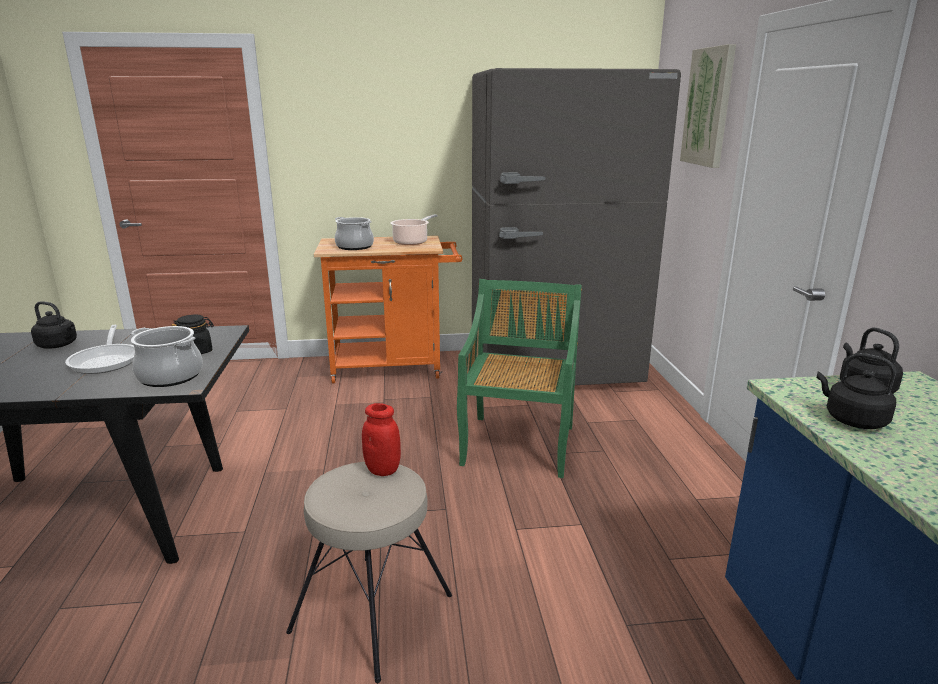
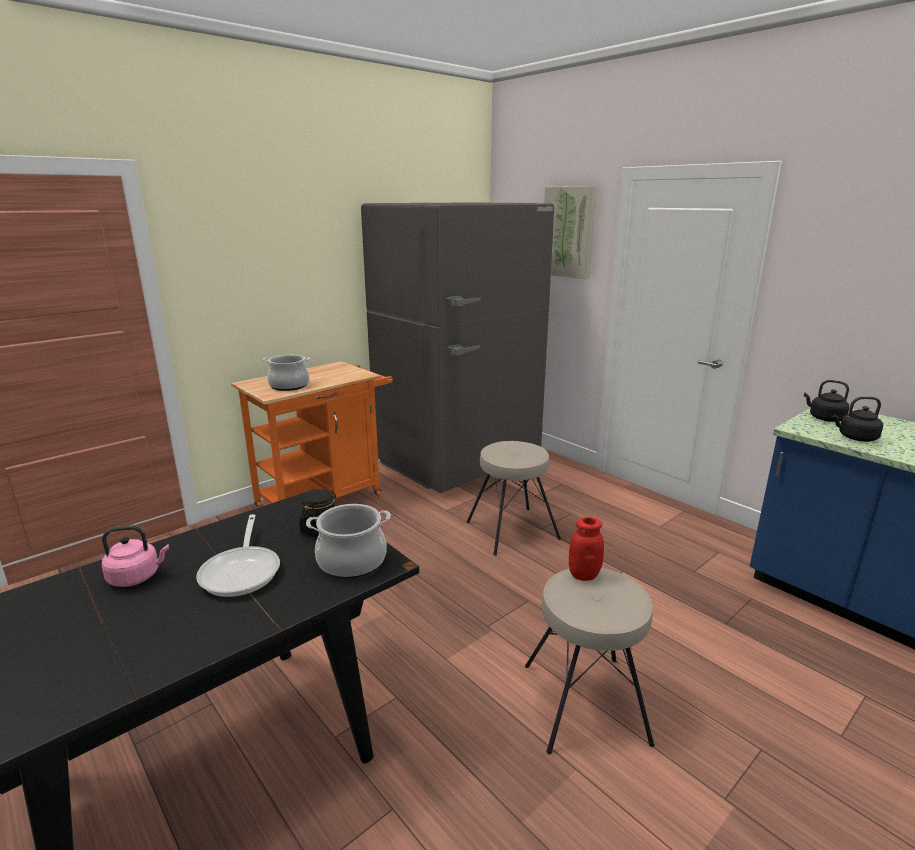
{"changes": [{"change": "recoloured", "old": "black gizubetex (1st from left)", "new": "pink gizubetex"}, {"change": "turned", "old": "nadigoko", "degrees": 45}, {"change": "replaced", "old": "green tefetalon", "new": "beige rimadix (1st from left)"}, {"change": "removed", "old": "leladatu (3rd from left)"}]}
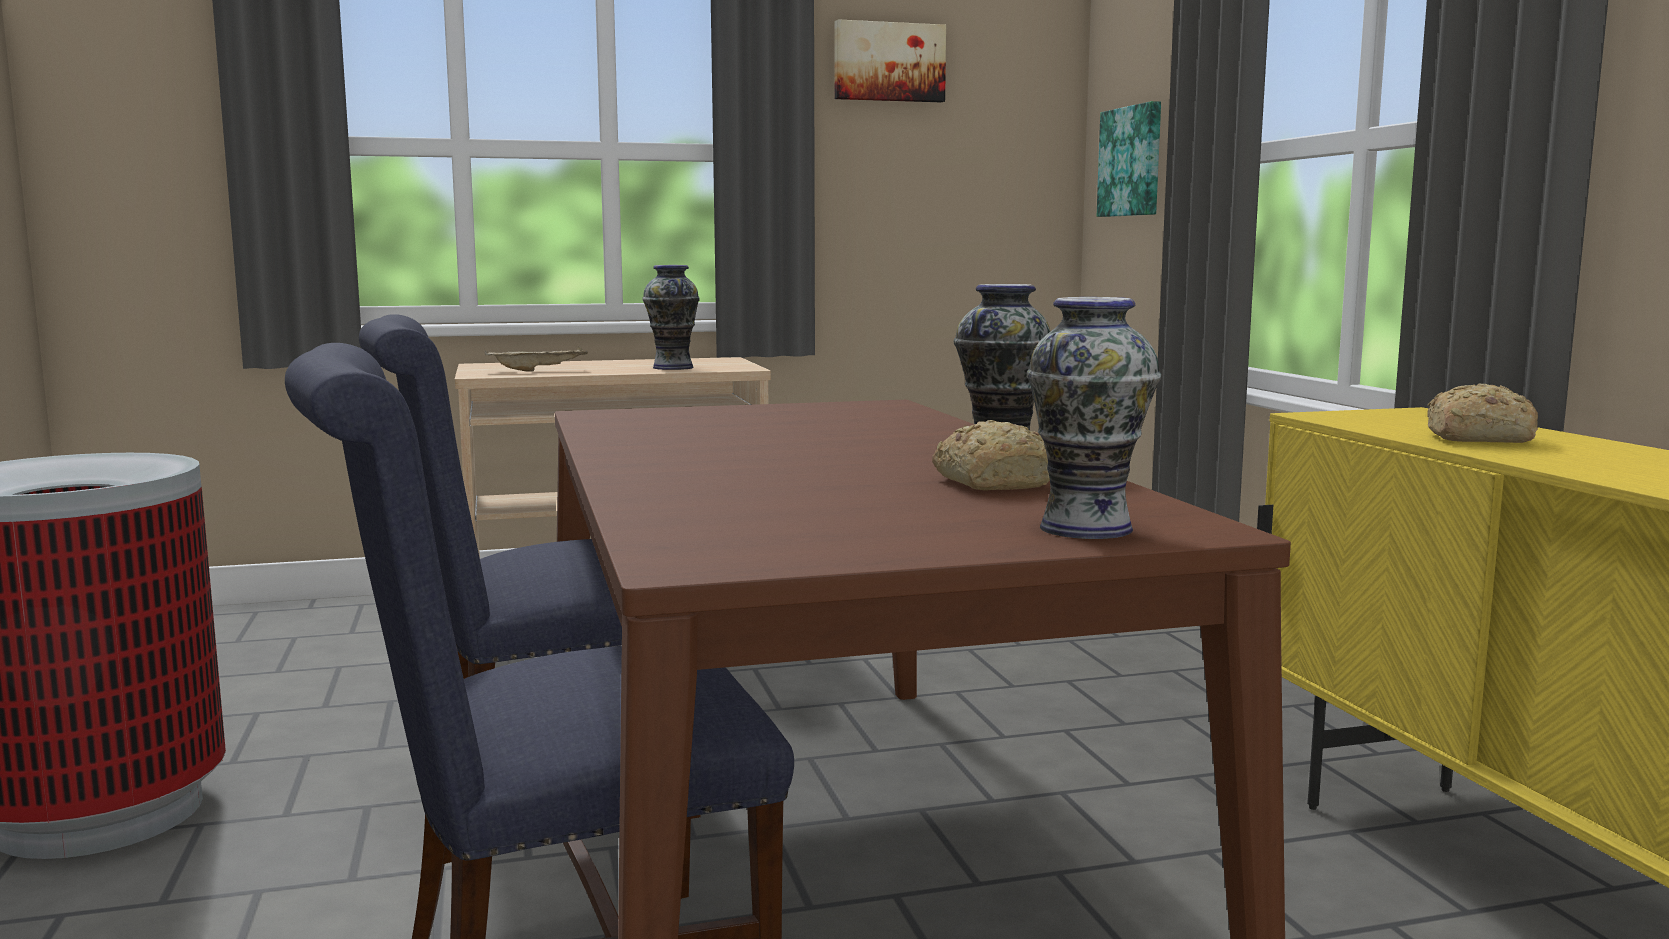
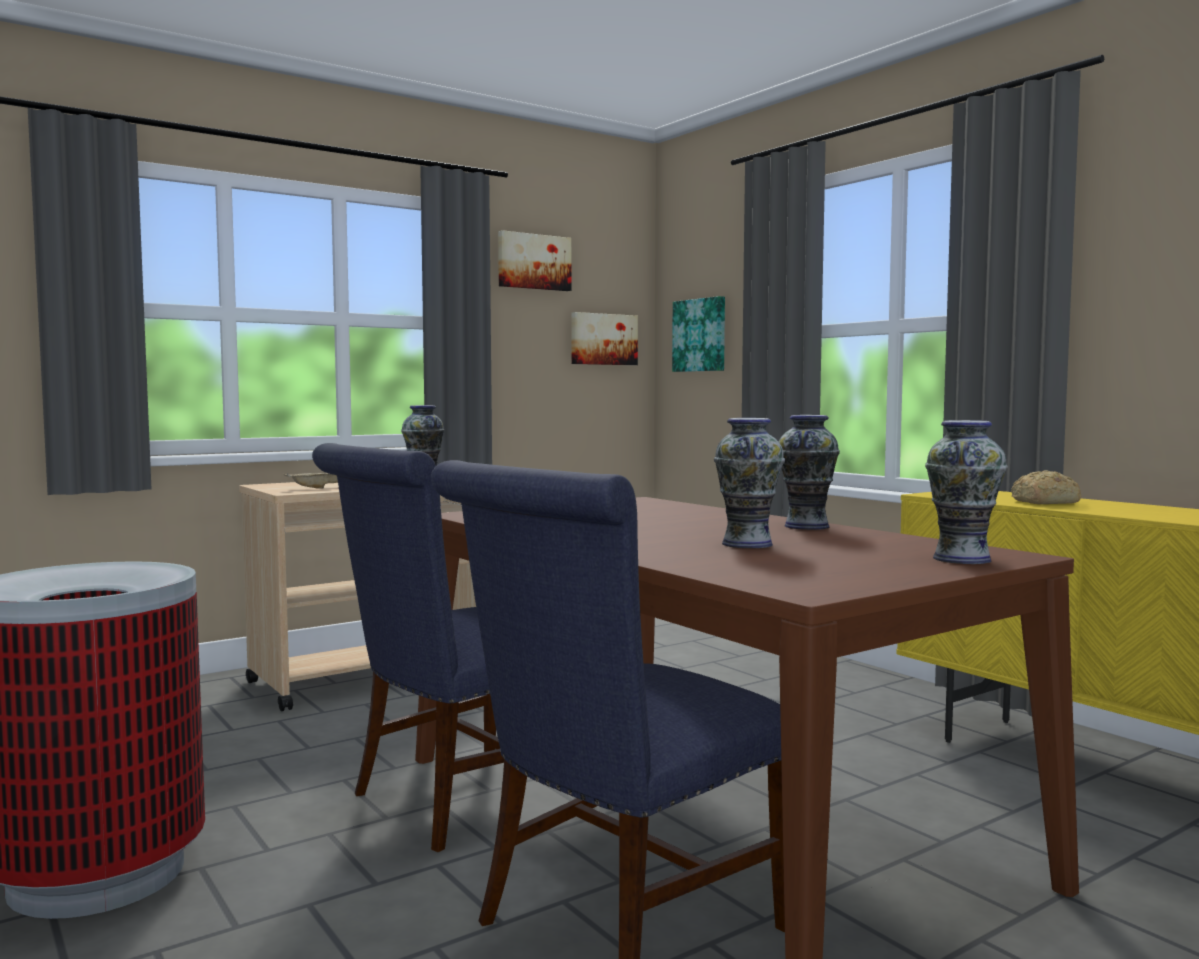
{"changes": [{"change": "added", "new": "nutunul (2nd from left)"}, {"change": "added", "new": "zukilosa (2nd from left)"}, {"change": "removed", "old": "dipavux (1st from left)"}]}
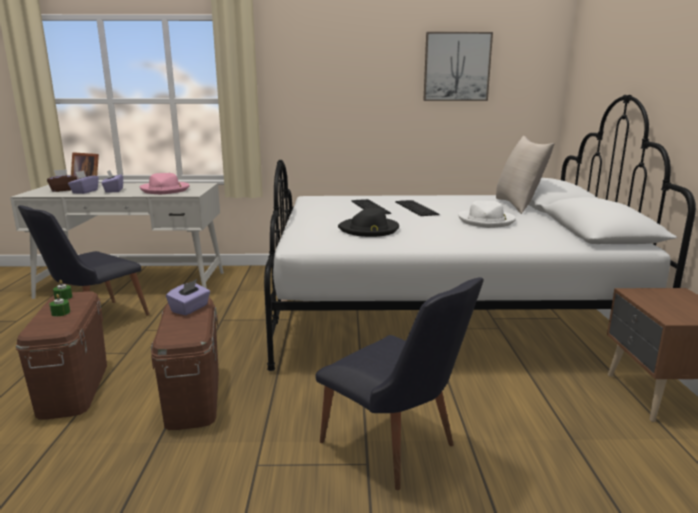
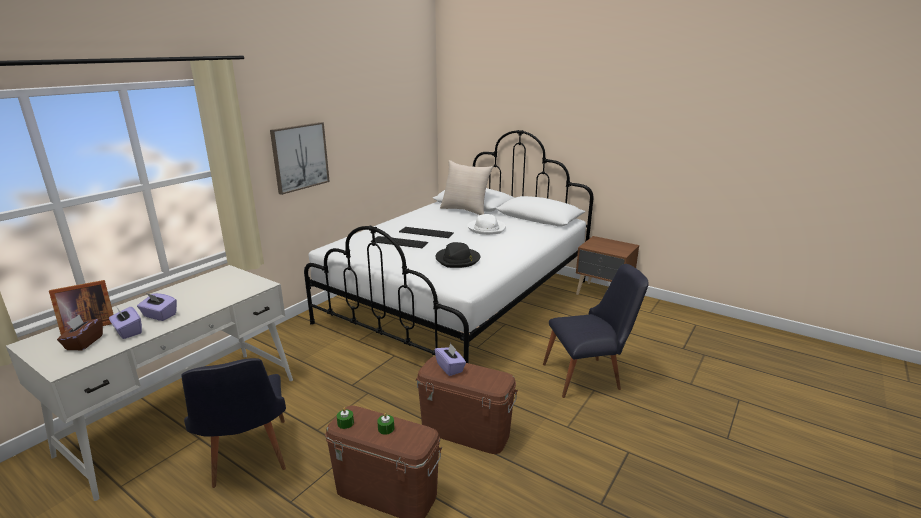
{"changes": [{"change": "moved", "old": "nutunul"}, {"change": "removed", "old": "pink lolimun"}]}
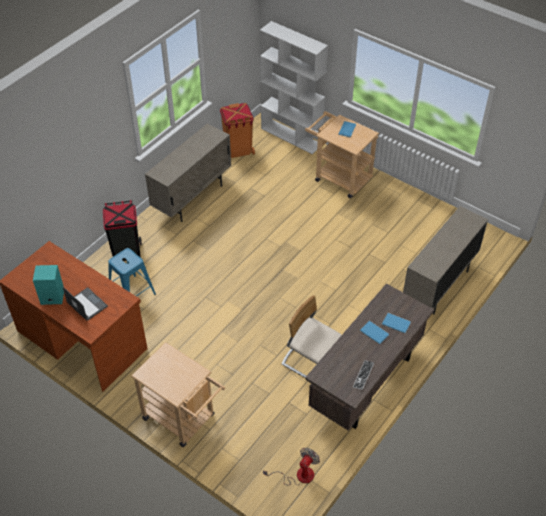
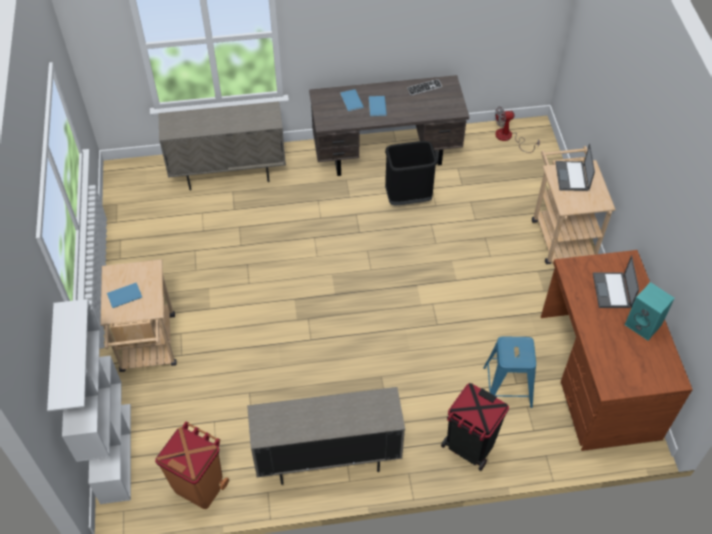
{"changes": [{"change": "replaced", "old": "beige tefetalon", "new": "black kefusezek (1st from left)"}, {"change": "added", "new": "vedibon (1st from left)"}]}
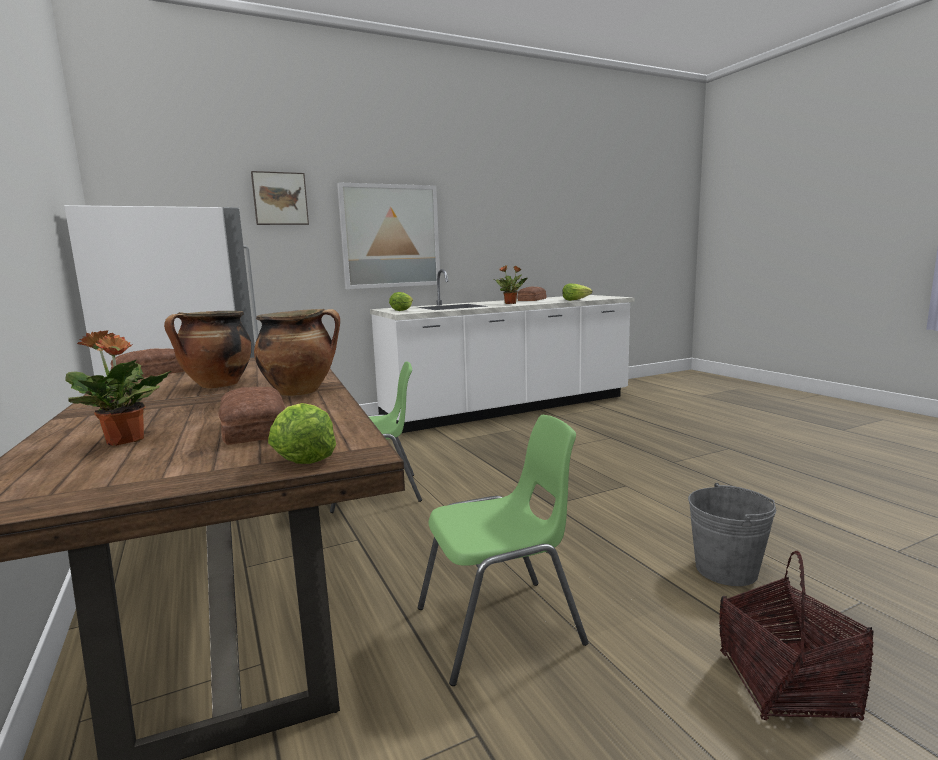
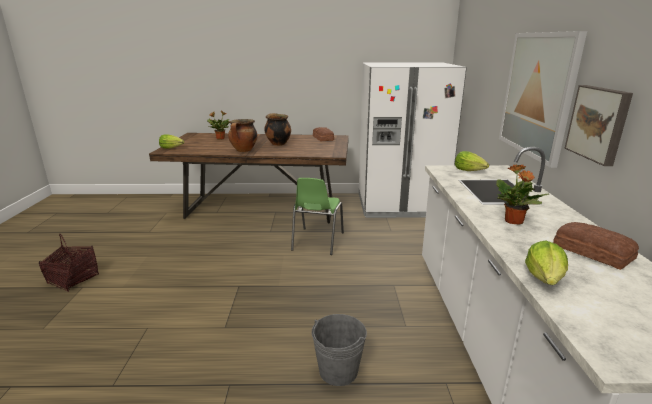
{"changes": [{"change": "moved", "old": "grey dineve"}, {"change": "moved", "old": "nutunul (1st from left in the first image)", "new": "nutunul (2nd from left)"}, {"change": "removed", "old": "dipavux (2nd from left)"}, {"change": "removed", "old": "green tefetalon (2nd from left)"}]}
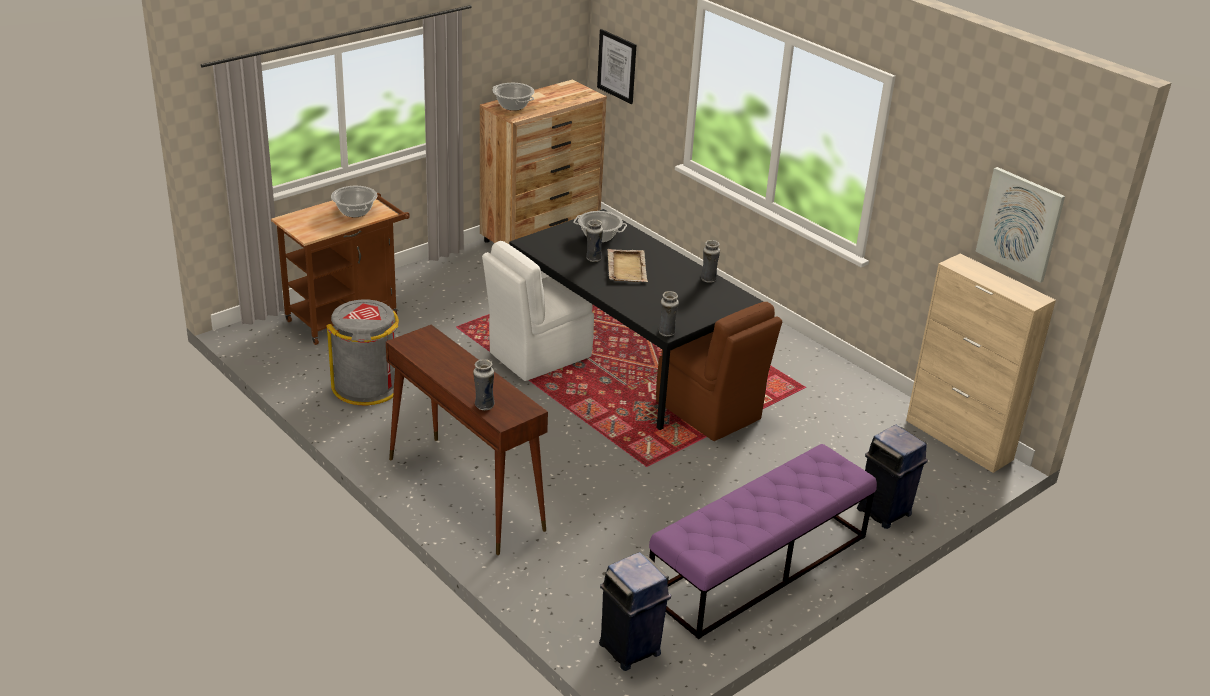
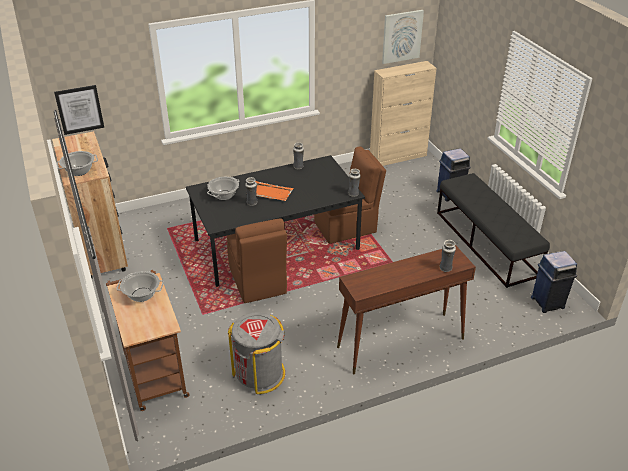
{"changes": [{"change": "recoloured", "old": "white tefetalon", "new": "brown tefetalon (1st from left)"}, {"change": "recoloured", "old": "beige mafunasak", "new": "orange mafunasak"}, {"change": "recoloured", "old": "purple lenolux", "new": "black lenolux"}]}
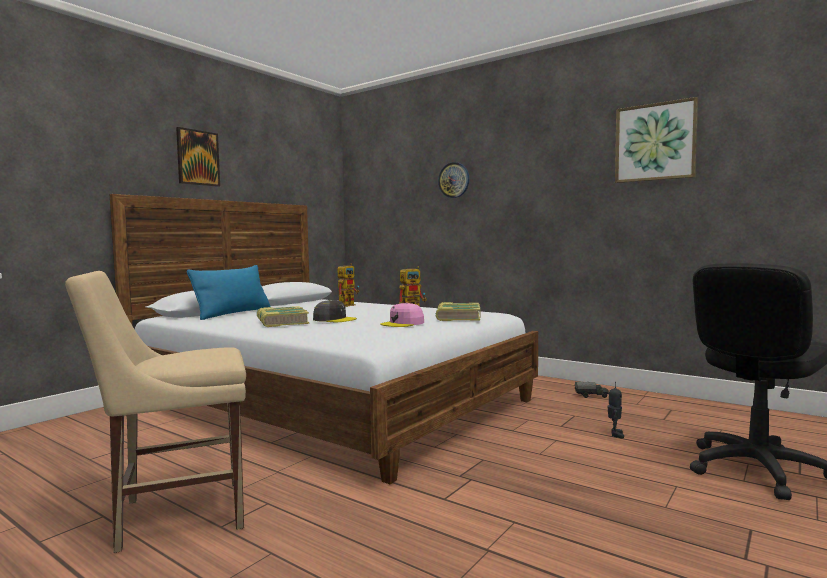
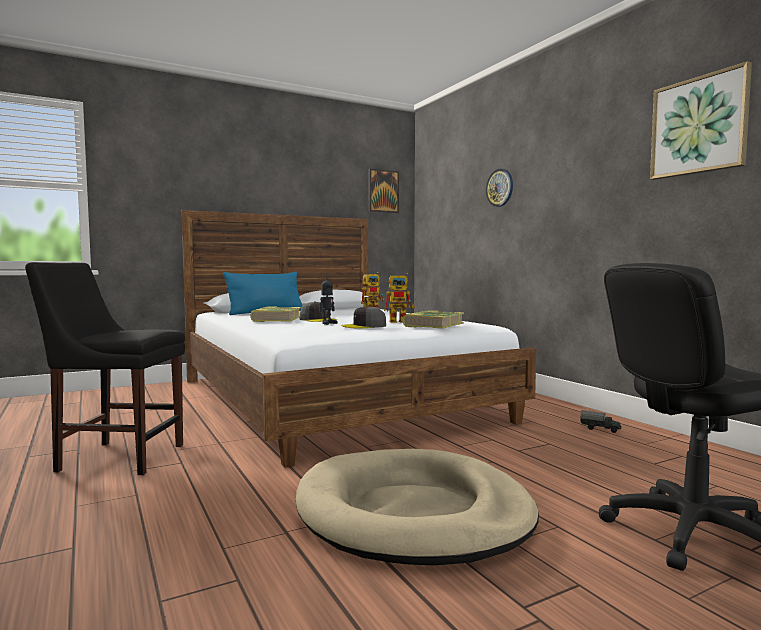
{"changes": [{"change": "recoloured", "old": "beige tefetalon", "new": "black tefetalon"}, {"change": "added", "new": "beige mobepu"}, {"change": "moved", "old": "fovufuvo (3rd from left in the first image)", "new": "fovufuvo (1st from left)"}, {"change": "recoloured", "old": "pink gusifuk", "new": "grey gusifuk (2nd from left)"}, {"change": "moved", "old": "nutunul (1st from left)"}]}
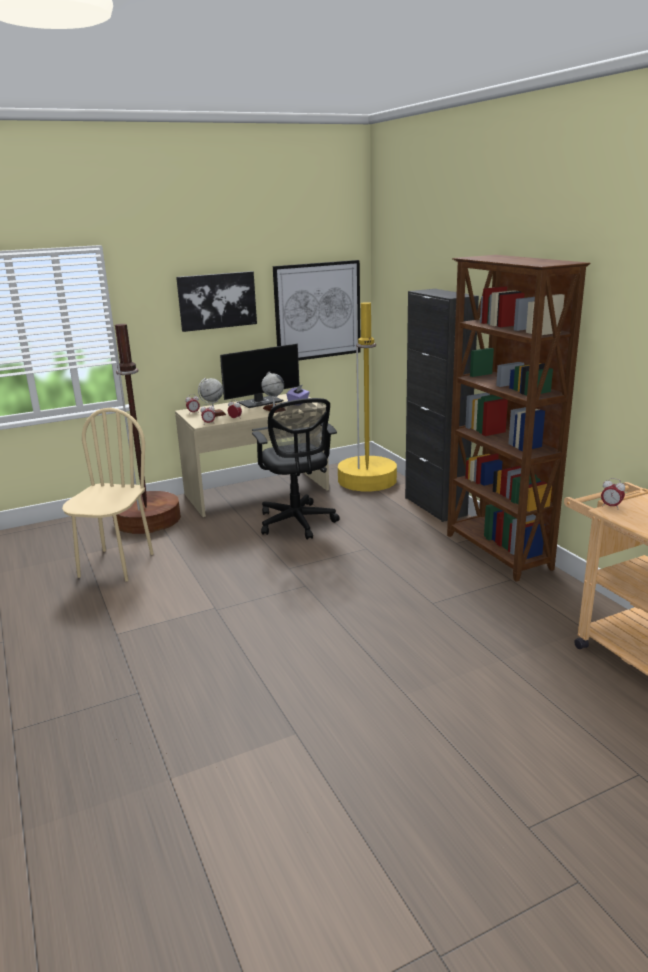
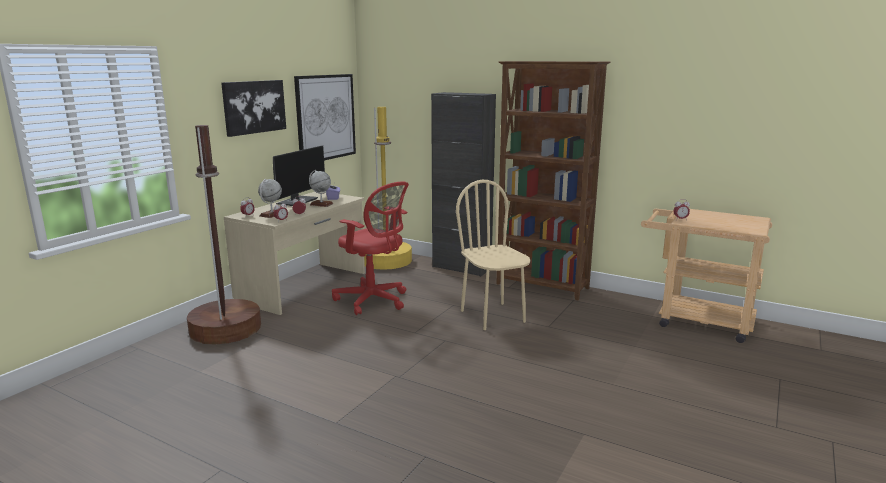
{"changes": [{"change": "recoloured", "old": "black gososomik", "new": "red gososomik"}, {"change": "moved", "old": "beige tefetalon"}]}
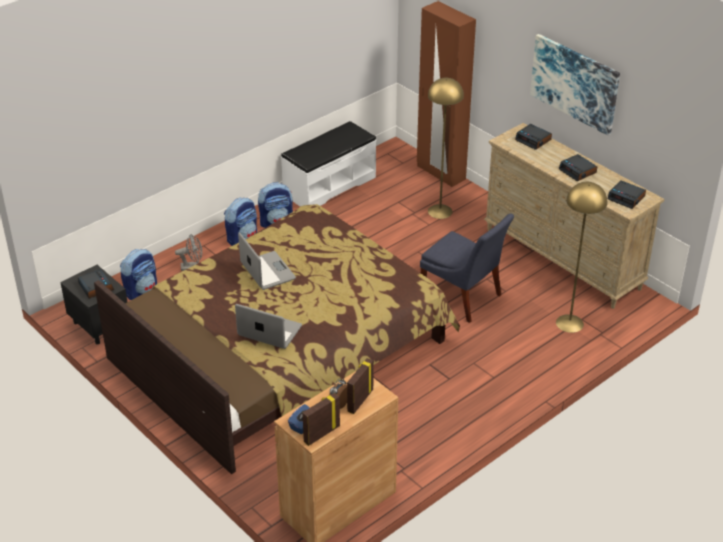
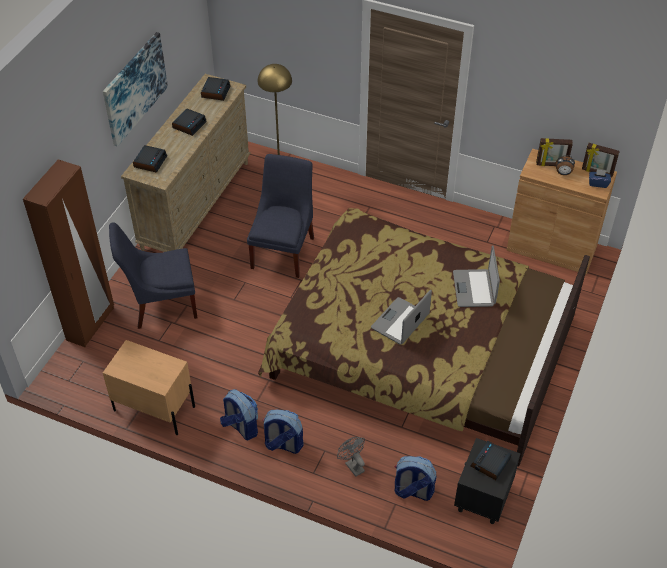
{"changes": [{"change": "replaced", "old": "white lenolux", "new": "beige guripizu"}, {"change": "replaced", "old": "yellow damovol (1st from left)", "new": "blue tefetalon (1st from left)"}]}
